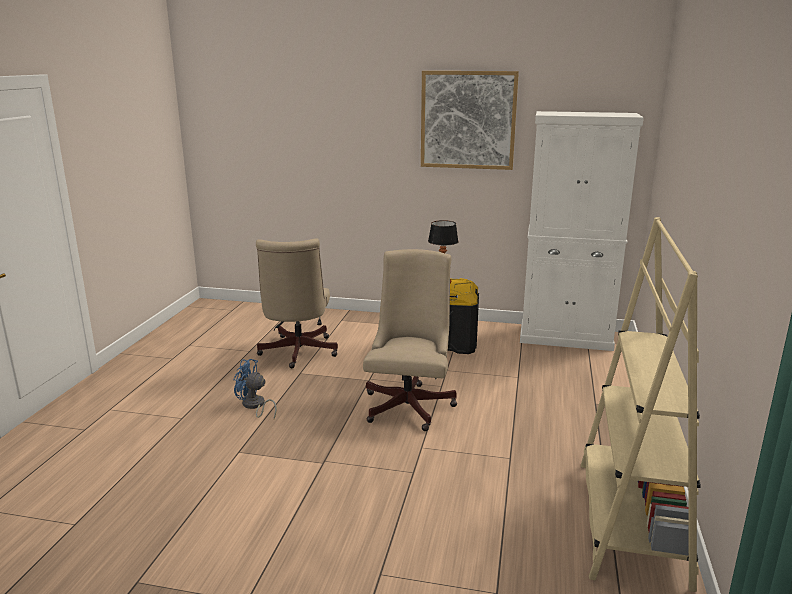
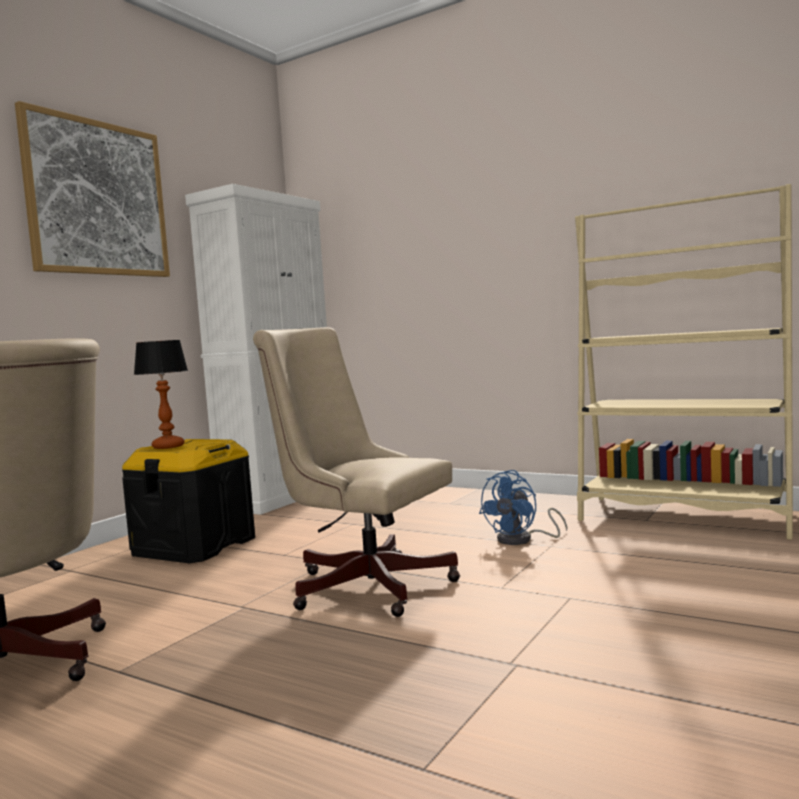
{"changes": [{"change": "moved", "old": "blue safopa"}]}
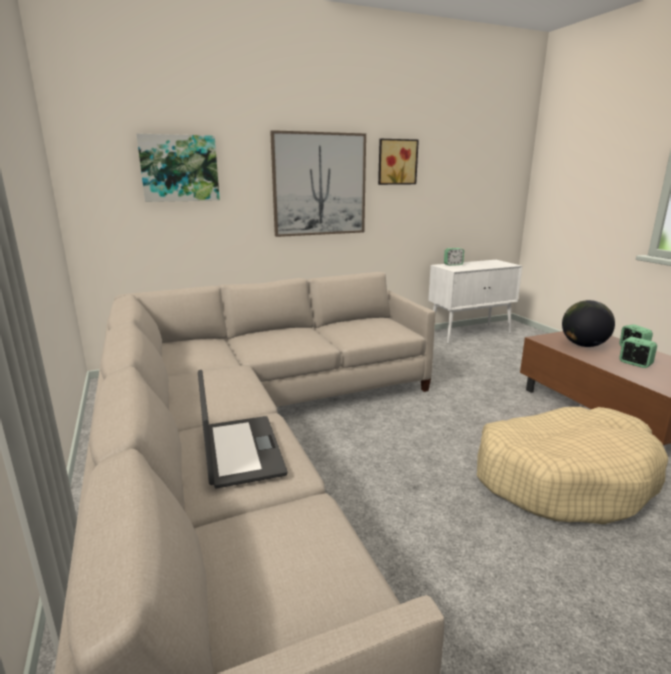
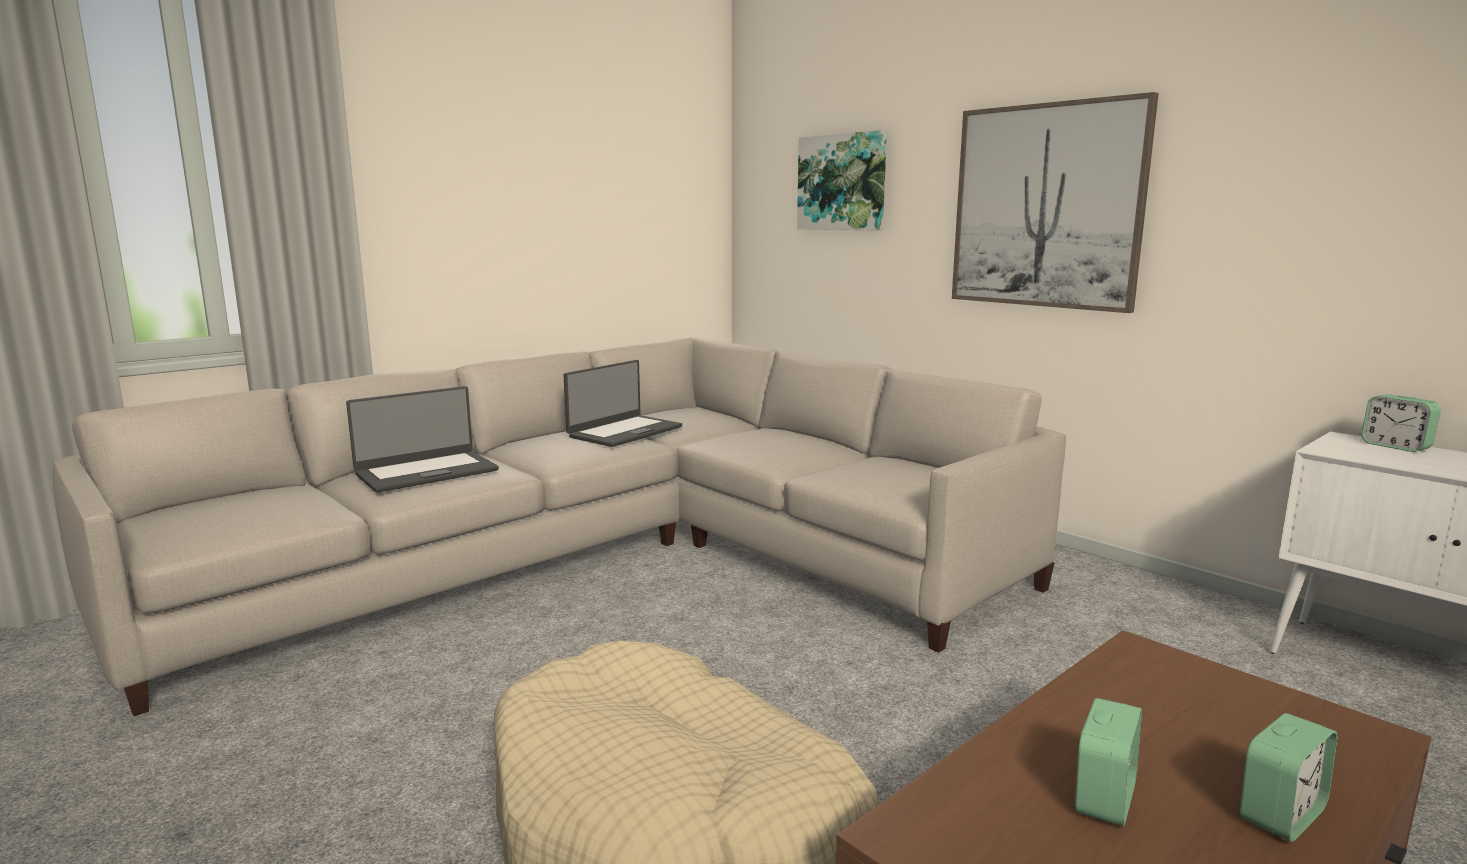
{"changes": [{"change": "added", "new": "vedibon (2nd from left)"}, {"change": "removed", "old": "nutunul (3rd from left)"}, {"change": "removed", "old": "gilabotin"}]}
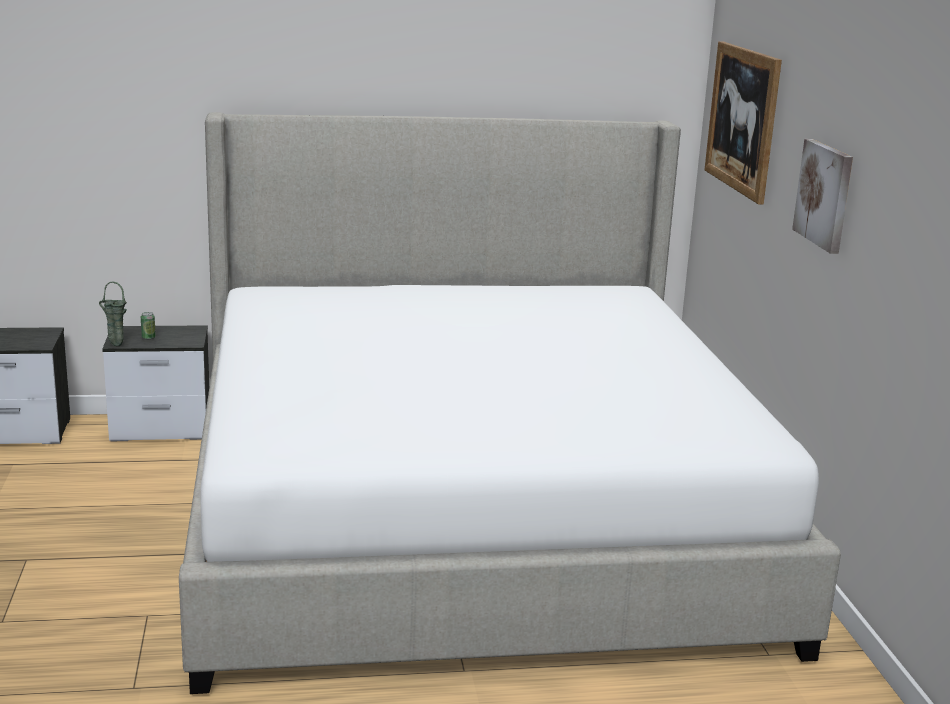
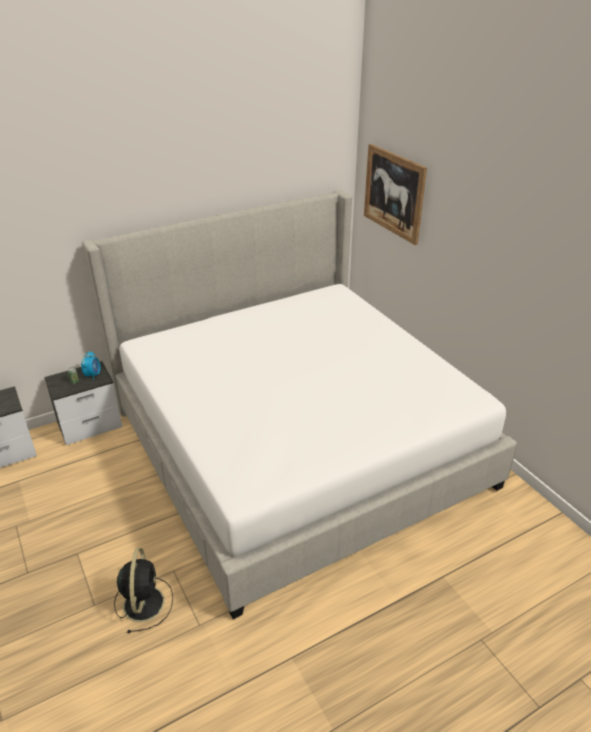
{"changes": [{"change": "added", "new": "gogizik"}, {"change": "added", "new": "black safopa"}, {"change": "removed", "old": "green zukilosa"}, {"change": "removed", "old": "nutunul (2nd from left)"}]}
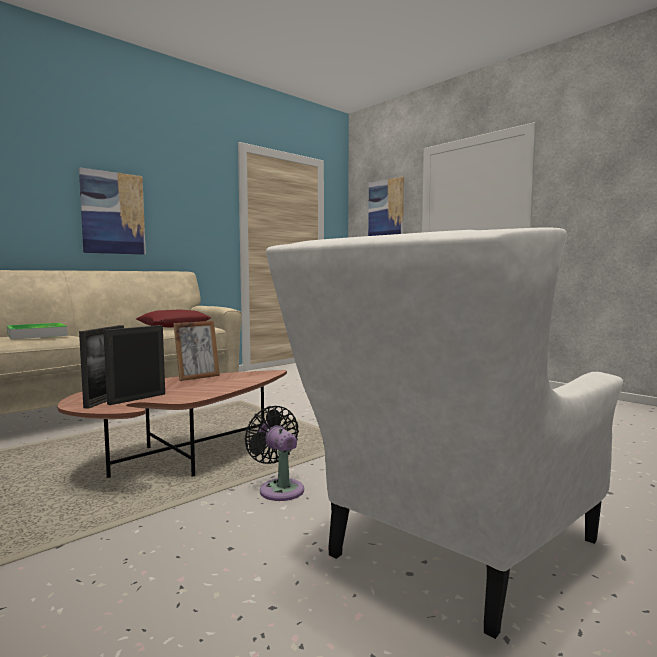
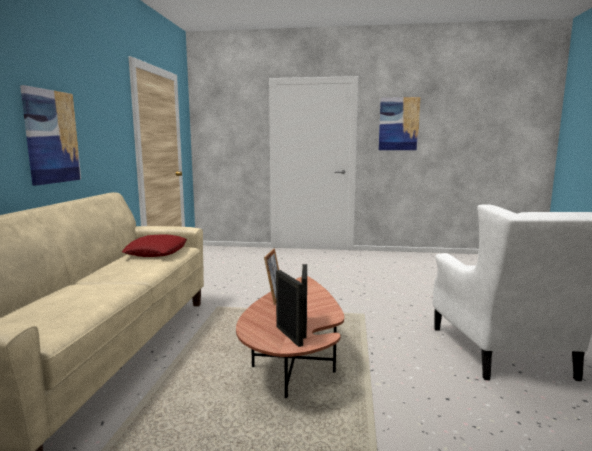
{"changes": [{"change": "moved", "old": "nutunul (2nd from left)"}, {"change": "removed", "old": "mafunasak"}, {"change": "removed", "old": "black safopa"}]}
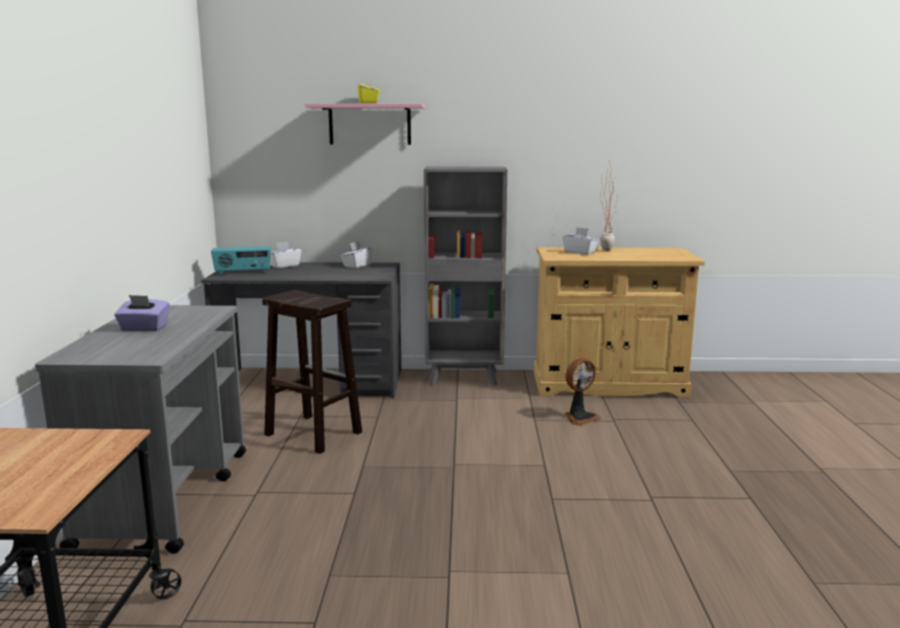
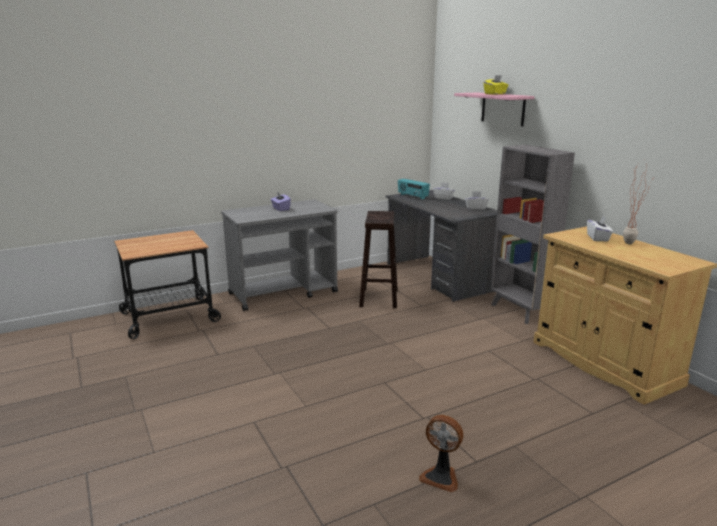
{"changes": [{"change": "moved", "old": "safopa"}]}
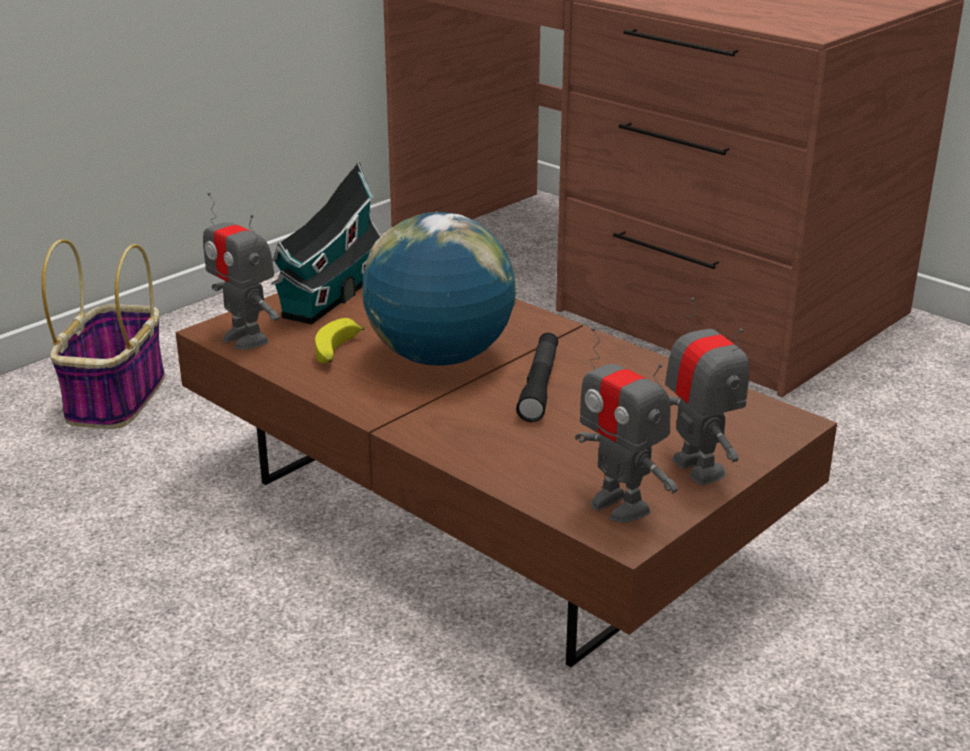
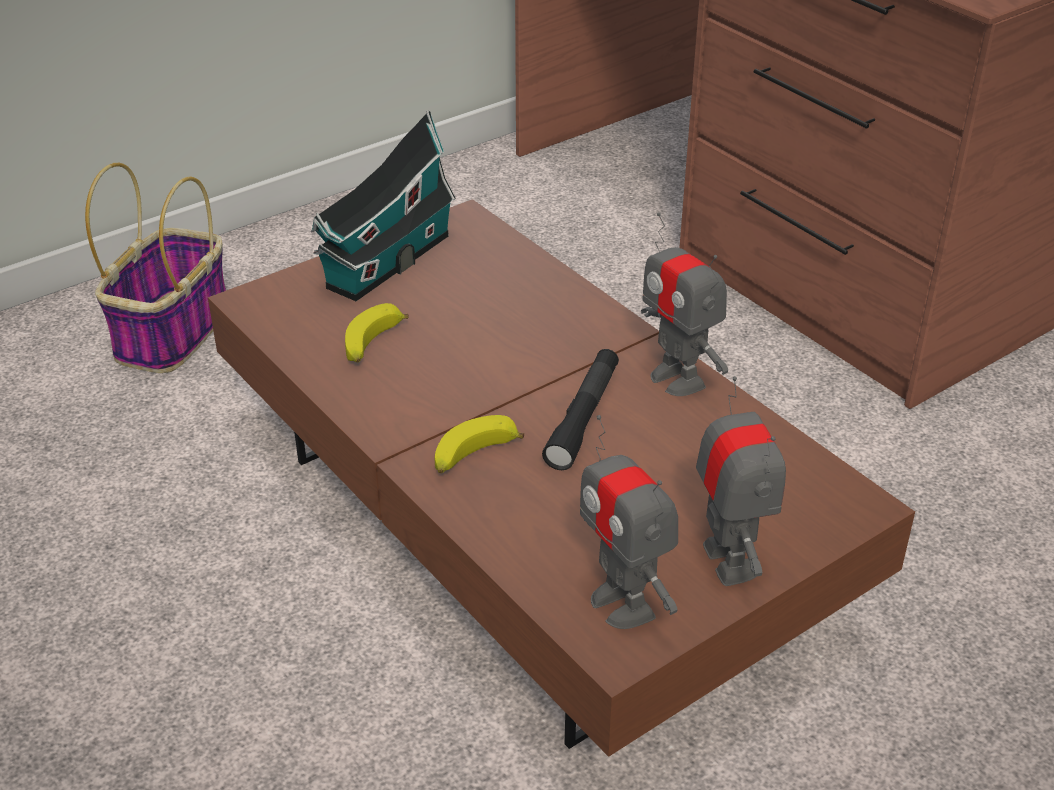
{"changes": [{"change": "added", "new": "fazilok (2nd from left)"}, {"change": "moved", "old": "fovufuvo (1st from left in the first image)", "new": "fovufuvo (2nd from left)"}, {"change": "removed", "old": "gilabotin"}]}
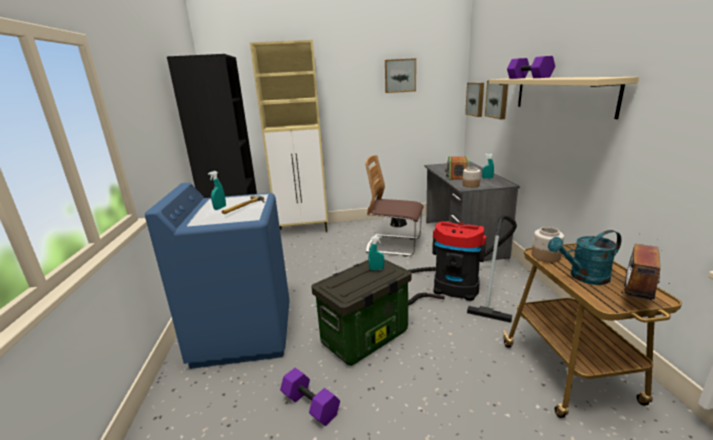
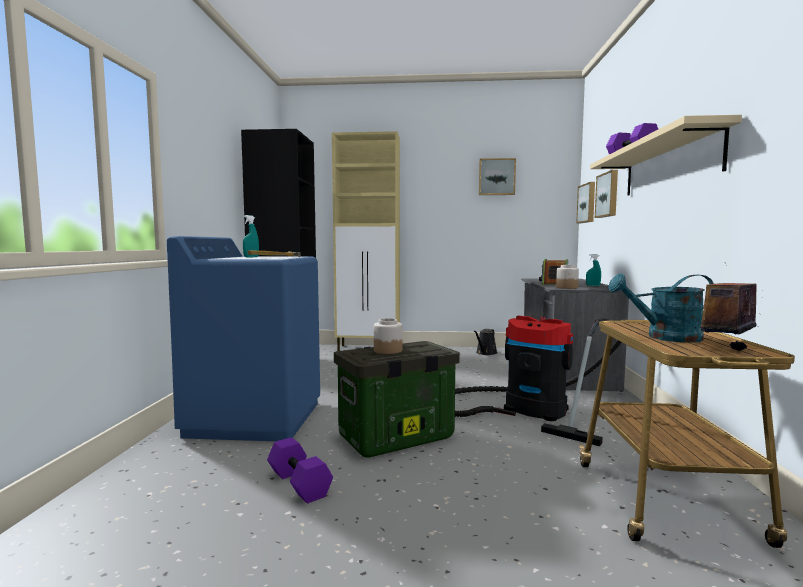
{"changes": [{"change": "moved", "old": "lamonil (2nd from left in the first image)", "new": "lamonil (1st from left)"}, {"change": "removed", "old": "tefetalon"}, {"change": "removed", "old": "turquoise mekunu (2nd from left)"}]}
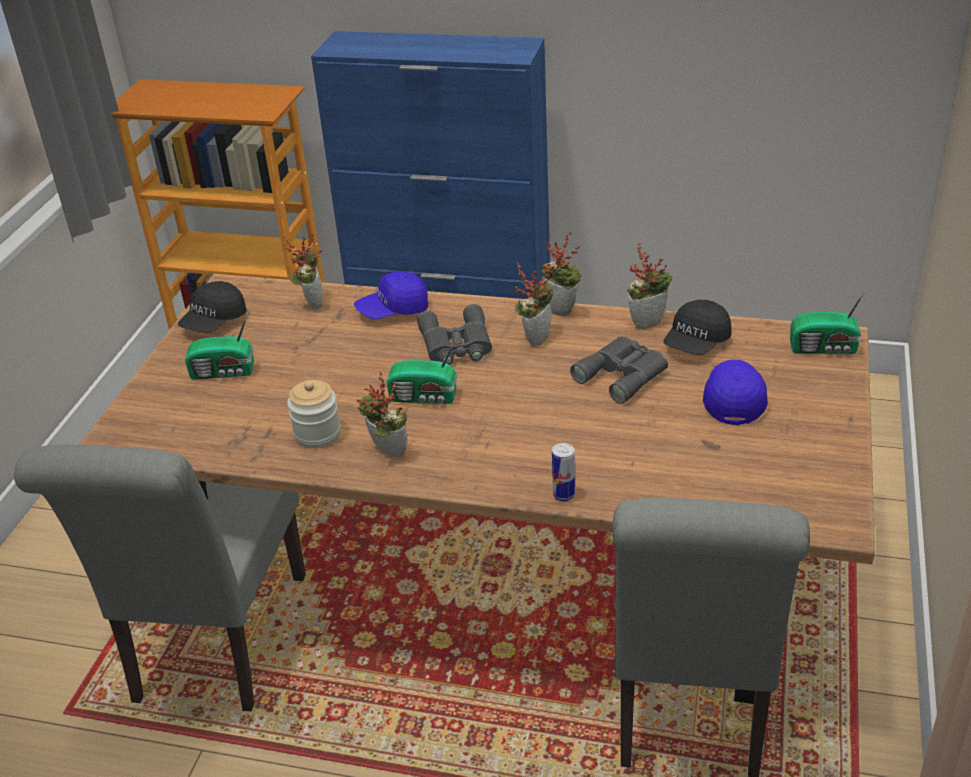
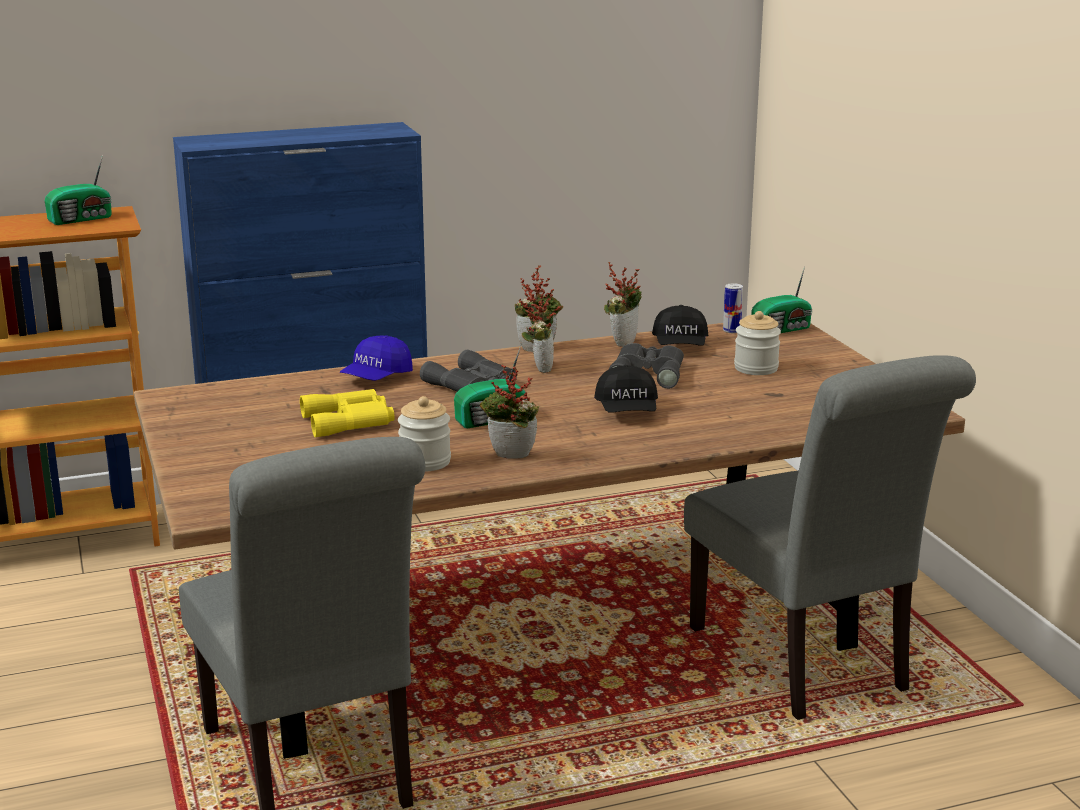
{"changes": [{"change": "moved", "old": "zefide (1st from left)"}, {"change": "added", "new": "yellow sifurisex"}, {"change": "moved", "old": "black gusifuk (1st from left)"}, {"change": "moved", "old": "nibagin"}, {"change": "replaced", "old": "blue gusifuk (2nd from left)", "new": "lamonil (2nd from left)"}, {"change": "removed", "old": "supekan (1st from left)"}]}
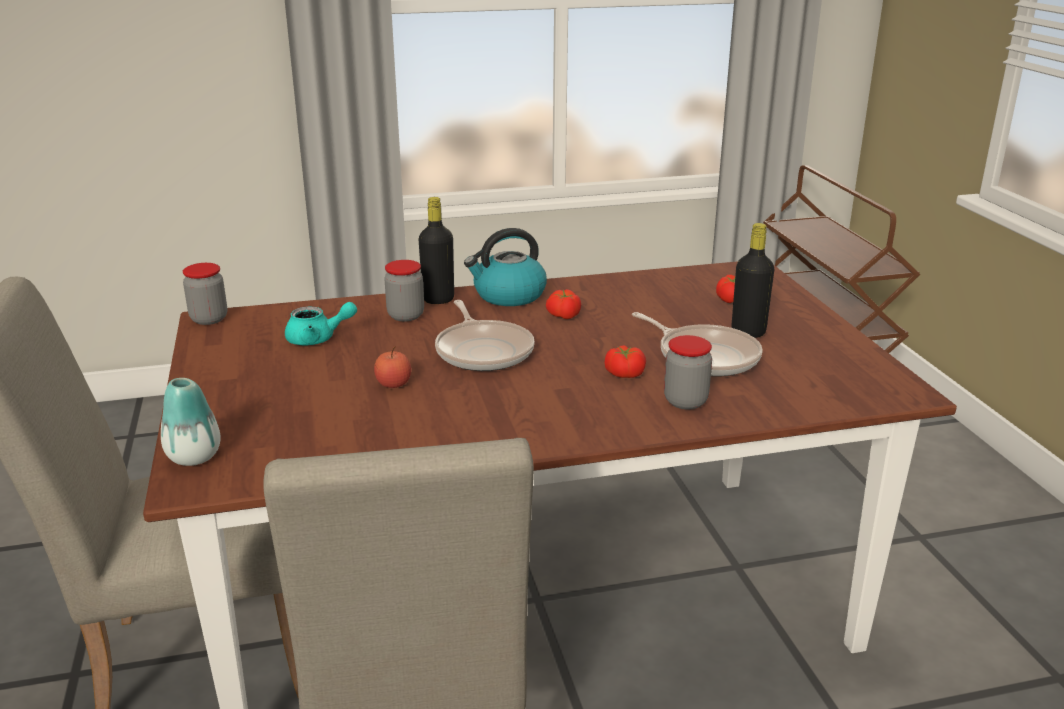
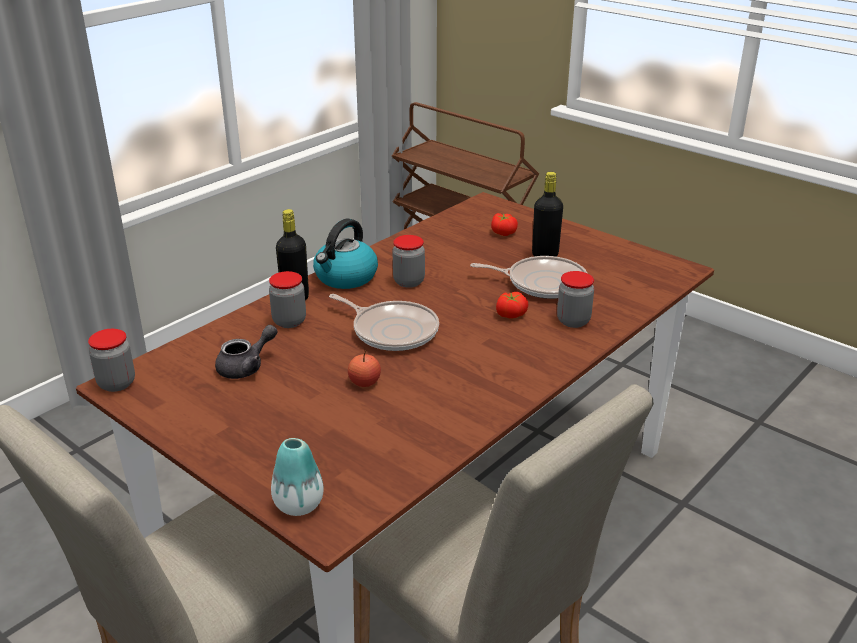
{"changes": [{"change": "recoloured", "old": "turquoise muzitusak", "new": "grey muzitusak"}, {"change": "replaced", "old": "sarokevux (1st from left)", "new": "lamonil (3rd from left)"}]}
